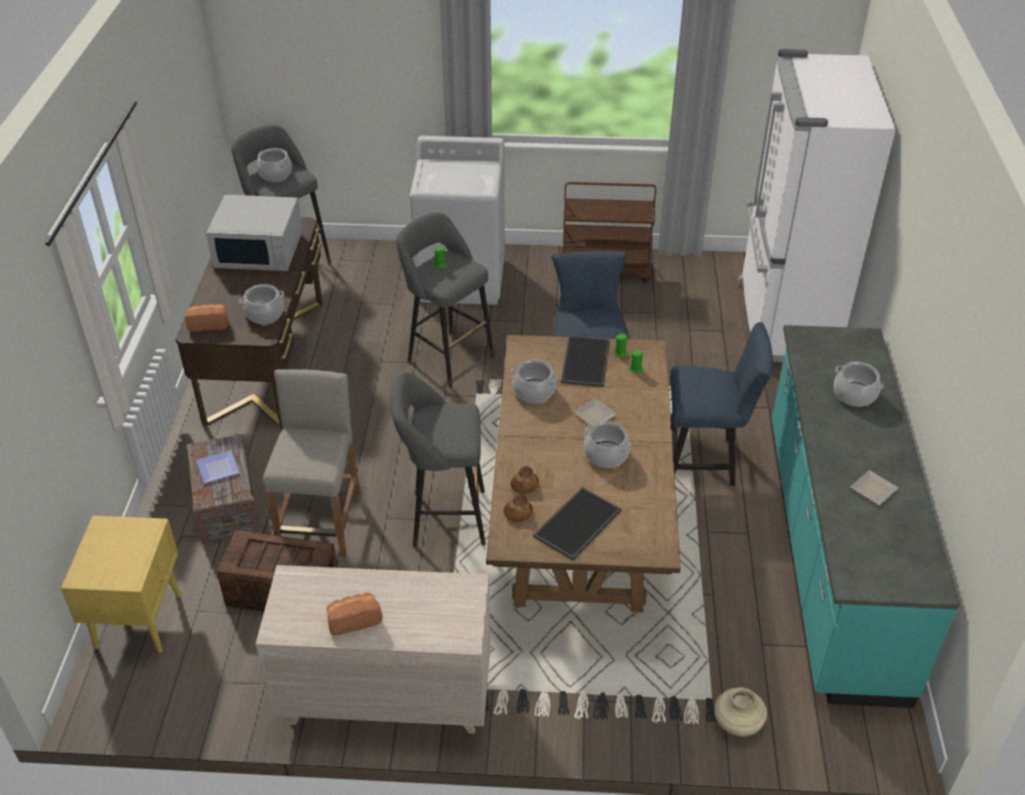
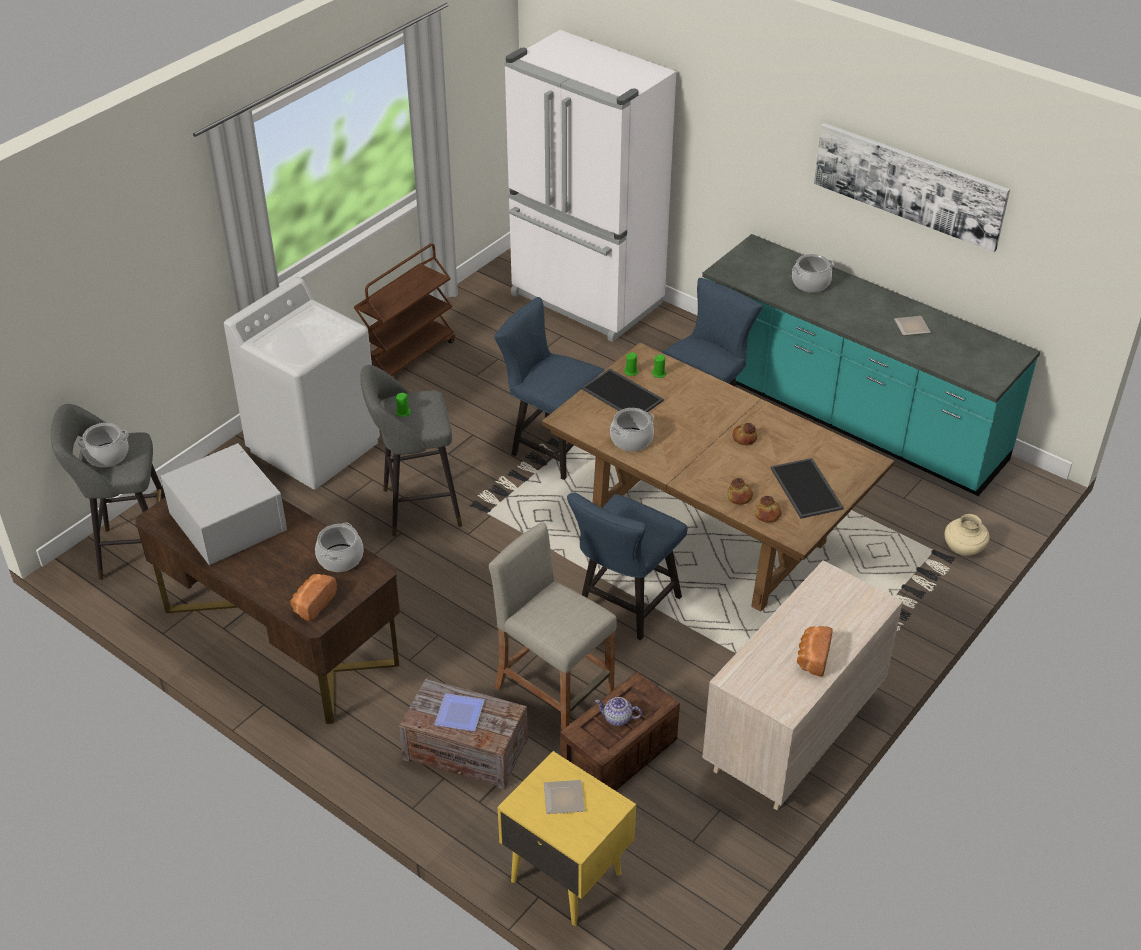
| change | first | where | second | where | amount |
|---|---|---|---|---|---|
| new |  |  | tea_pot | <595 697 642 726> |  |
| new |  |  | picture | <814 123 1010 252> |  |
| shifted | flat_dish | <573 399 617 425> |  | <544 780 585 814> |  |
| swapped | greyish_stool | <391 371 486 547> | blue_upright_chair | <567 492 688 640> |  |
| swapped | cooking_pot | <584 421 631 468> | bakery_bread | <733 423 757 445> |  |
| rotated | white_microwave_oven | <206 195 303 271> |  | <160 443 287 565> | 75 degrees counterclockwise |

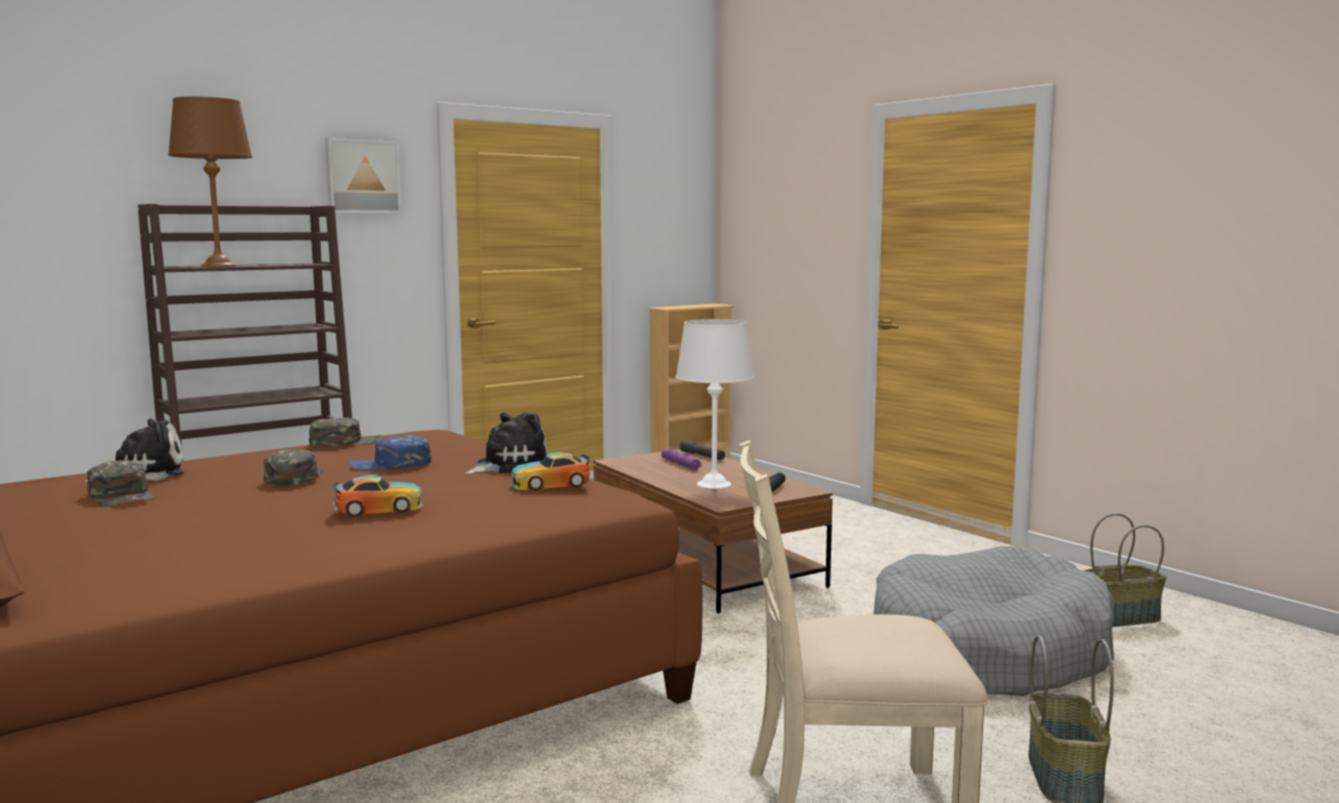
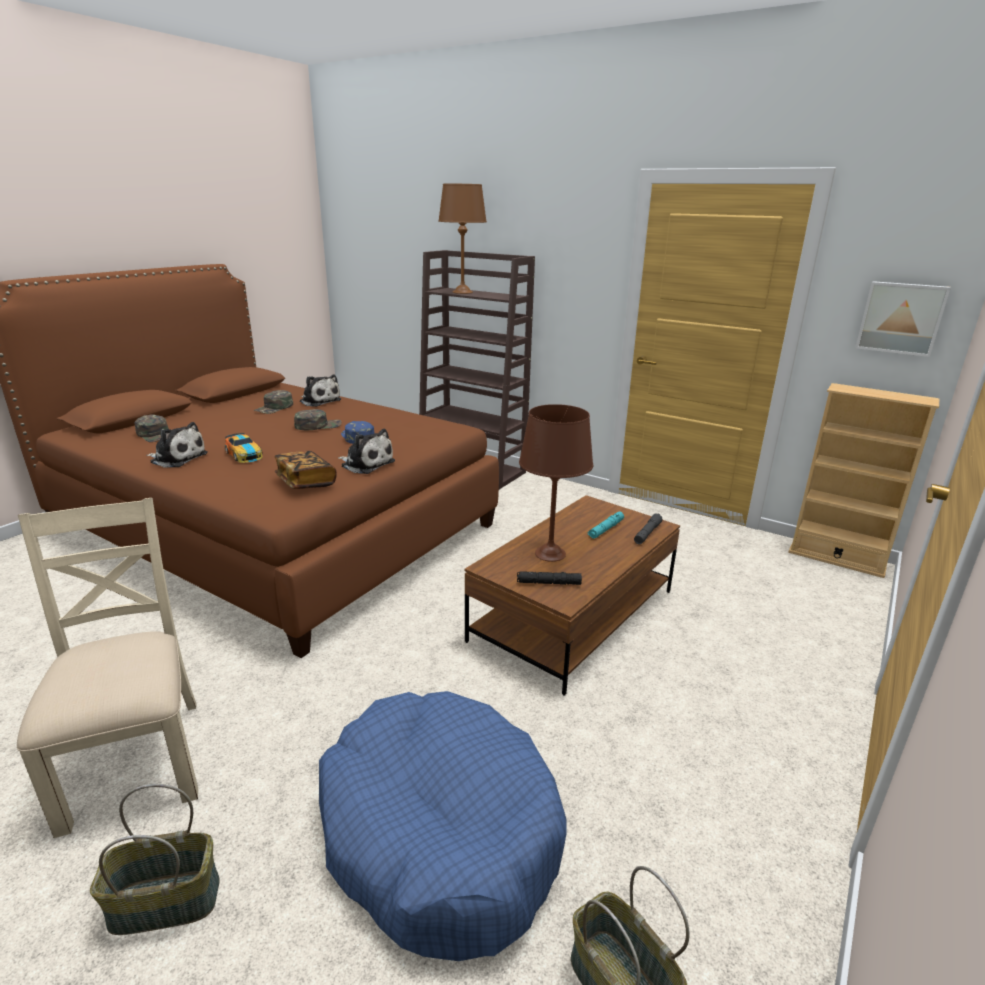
| change | first | where | second | where | amount |
|---|---|---|---|---|---|
| new |  |  | soft_toy | <146 422 208 468> |  |
| shifted | green_baseball_cap | <309 417 383 447> |  | <134 414 169 442> |  |
| shifted | picture | <325 138 402 214> |  | <855 281 951 357> |  |
| swapped | miniature_car | <512 452 591 490> | bound_book | <275 451 336 489> |  |
| repainted | purple-coloured_hand_torch | <661 449 702 470> | turquoise-coloured_hand_torch | <588 512 624 539> |  |
| repainted | white_lamp_for_a_table | <676 319 754 489> | brownish_lamp_for_a_table | <519 404 593 562> |  |
| repainted | greyish_pet_bed | <874 546 1115 696> | blue_pet_bed | <319 691 567 961> |  |

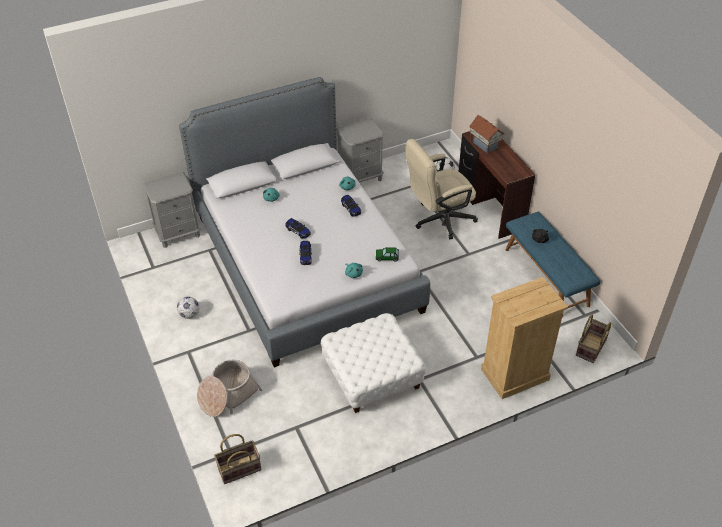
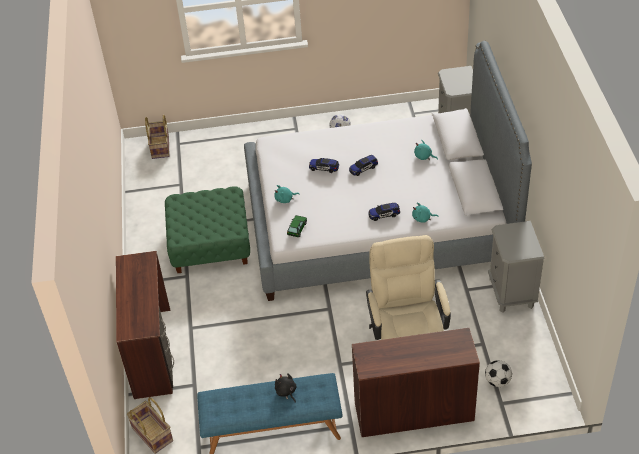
| change | first | where | second | where | amount |
|---|---|---|---|---|---|
| gone | household_basket | <197 360 263 417> |  |  |  |
| gone | model_house | <469 115 504 154> |  |  |  |
| swapped | beige_dresser | <481 277 568 399> | brownish_desk_table | <116 251 174 399> |  |
| repainted | white_footrest | <321 313 426 413> | green_footrest | <165 186 250 273> |  |

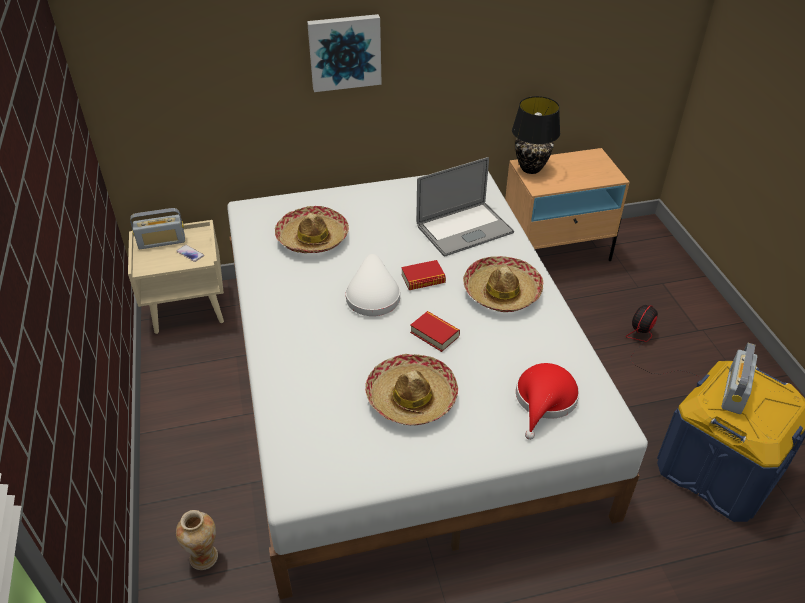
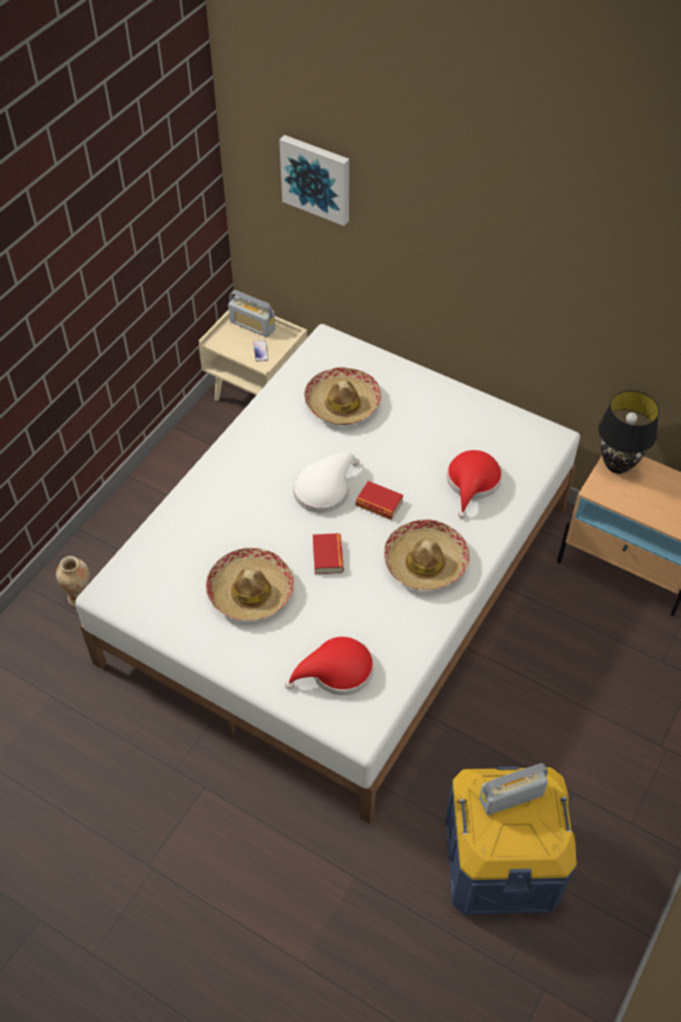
| change | first | where | second | where | amount |
|---|---|---|---|---|---|
| gone | fan | <626 305 699 377> |  |  |  |
| shifted | picture | <307 14 382 92> |  | <279 135 349 226> |  |
| swapped | portable_computer | <416 157 514 257> | red_clothing_hat | <447 450 502 519> |  |

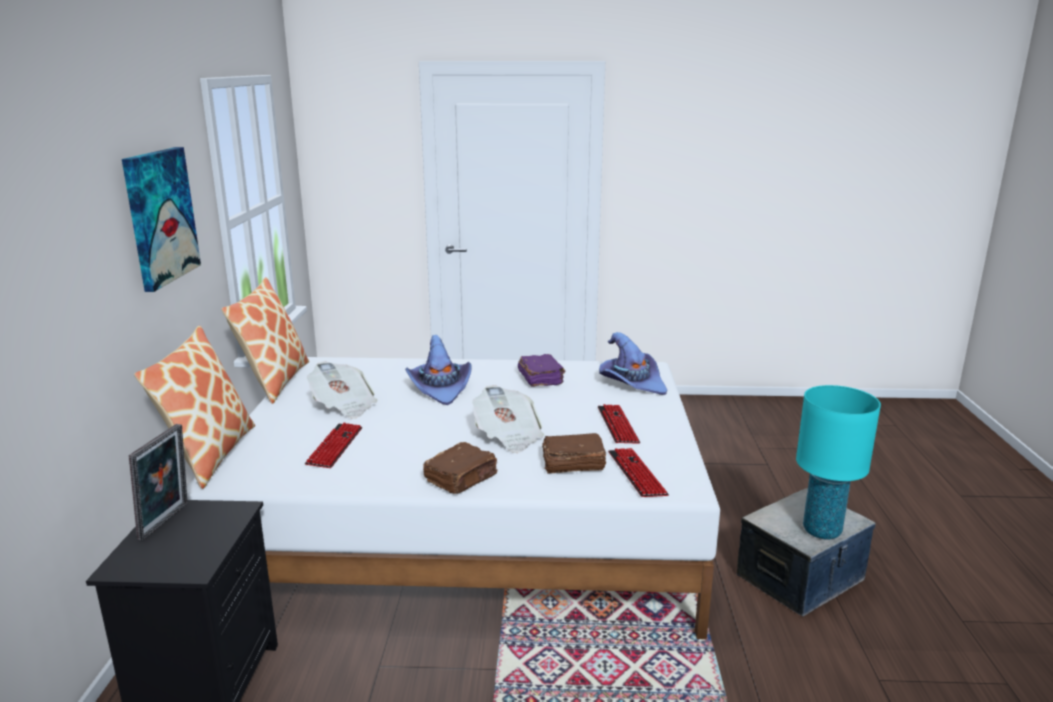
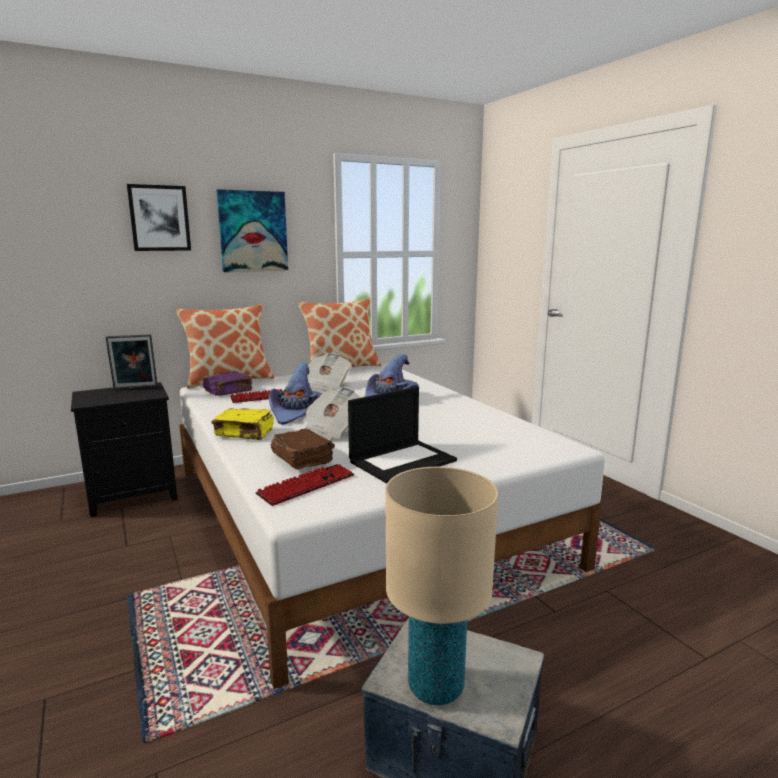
| change | first | where | second | where | amount |
|---|---|---|---|---|---|
| new |  |  | picture | <127 184 191 251> |  |
| shifted | purple-coloured_bound_book | <518 354 565 387> |  | <202 371 252 396> |  |
| shifted | purple-coloured_clothing_hat | <599 332 667 395> |  | <269 363 323 425> |  |
| swapped | computer_keyboard | <598 404 640 444> | portable_computer | <348 387 457 483> |  |
| repainted | brownish_bound_book | <423 442 498 494> | yellowish_bound_book | <212 408 274 440> |  |
| repainted | turquoise-coloured_lamp_for_a_table | <796 385 881 540> | beige_lamp_for_a_table | <385 467 498 706> |  |

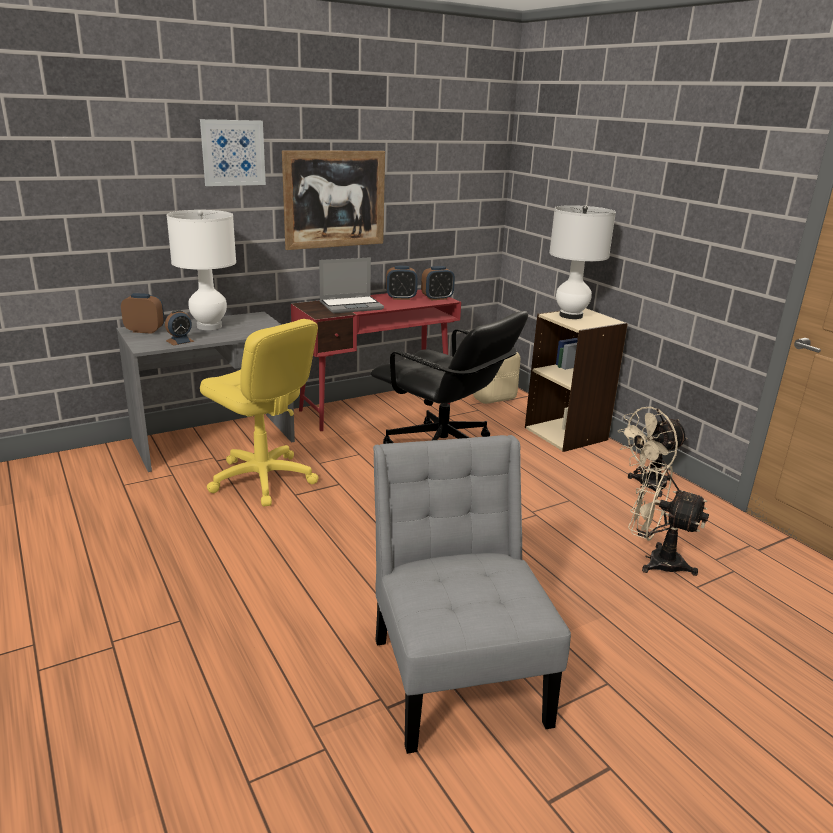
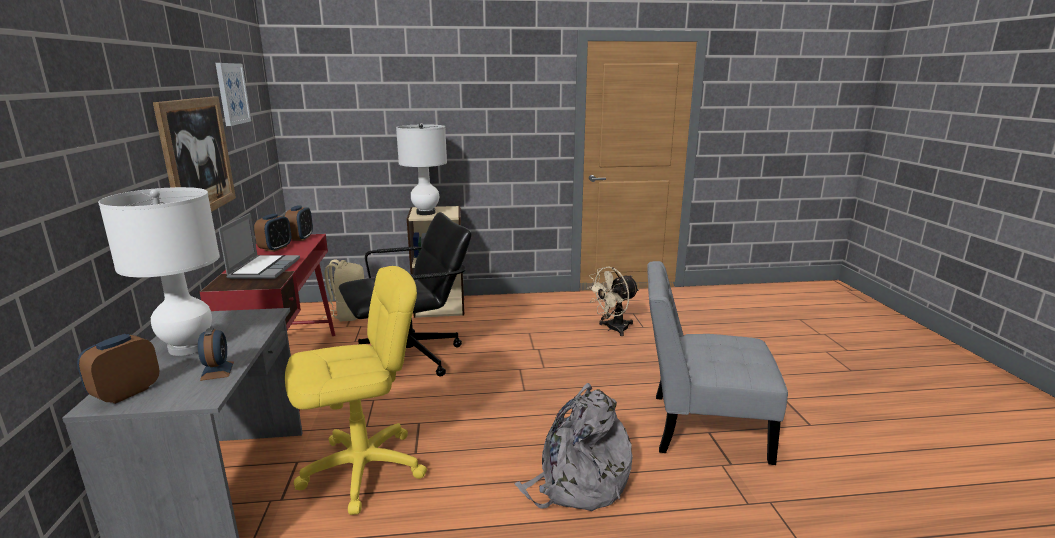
| change | first | where | second | where | amount |
|---|---|---|---|---|---|
| gone | beige_fan | <617 407 688 497> |  |  |  |
| new |  |  | greyish_rucksack | <514 383 633 511> |  |
| shifted | picture | <200 119 266 186> |  | <215 63 251 126> |  |

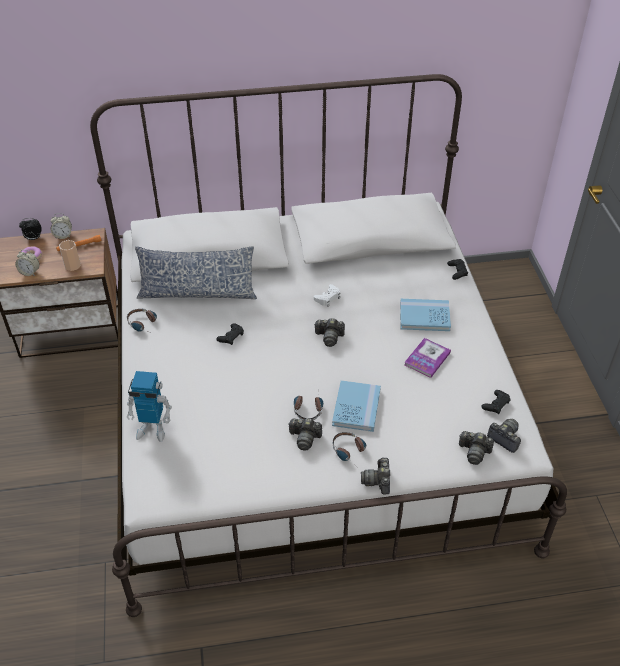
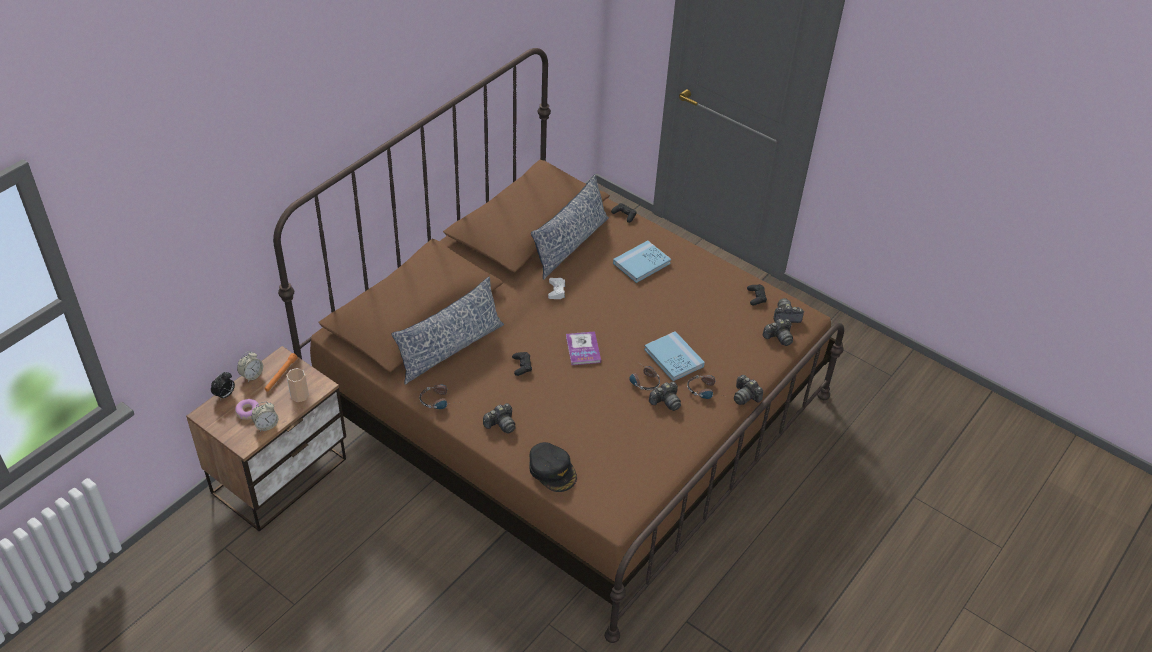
| change | first | where | second | where | amount |
|---|---|---|---|---|---|
| new |  |  | cushion | <531 174 609 280> |  |
| shifted | photo_camera | <314 318 345 347> |  | <483 403 516 434> |  |
| shifted | bound_book | <404 338 451 378> |  | <566 331 601 365> |  |
| swapped | model_robot | <126 371 172 442> | black_baseball_cap | <529 442 577 492> |  |
| repainted | white_bed | <90 74 567 617> | brownish_bed | <273 48 844 643> |  |

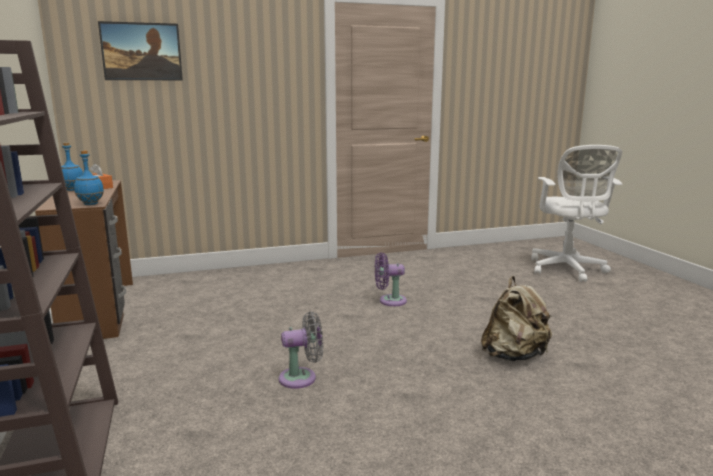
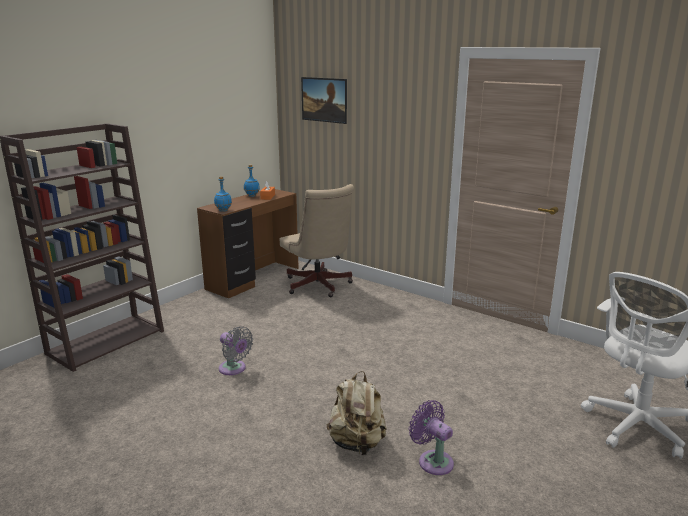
| change | first | where | second | where | amount |
|---|---|---|---|---|---|
| new |  |  | beige_computer_chair | <280 184 354 297> |  |
| shifted | purple-coloured_fan | <375 252 407 306> |  | <409 400 454 475> |  |

